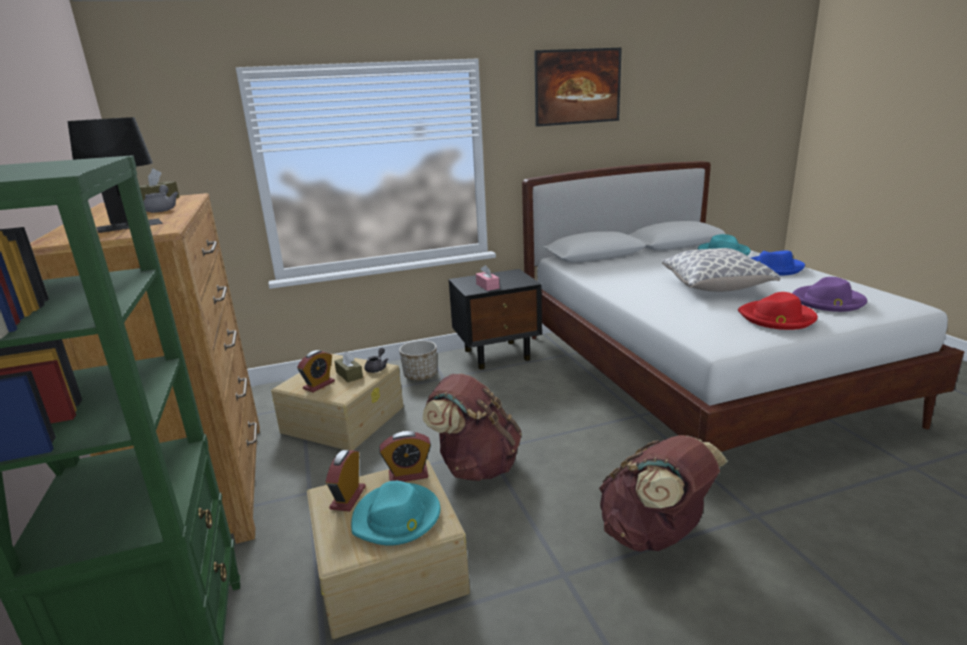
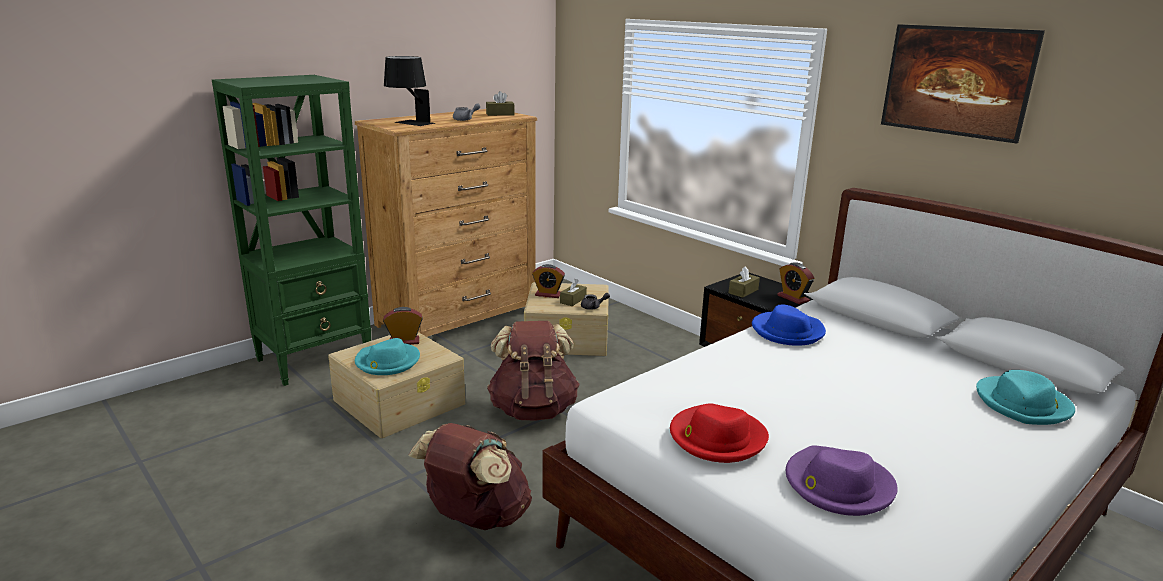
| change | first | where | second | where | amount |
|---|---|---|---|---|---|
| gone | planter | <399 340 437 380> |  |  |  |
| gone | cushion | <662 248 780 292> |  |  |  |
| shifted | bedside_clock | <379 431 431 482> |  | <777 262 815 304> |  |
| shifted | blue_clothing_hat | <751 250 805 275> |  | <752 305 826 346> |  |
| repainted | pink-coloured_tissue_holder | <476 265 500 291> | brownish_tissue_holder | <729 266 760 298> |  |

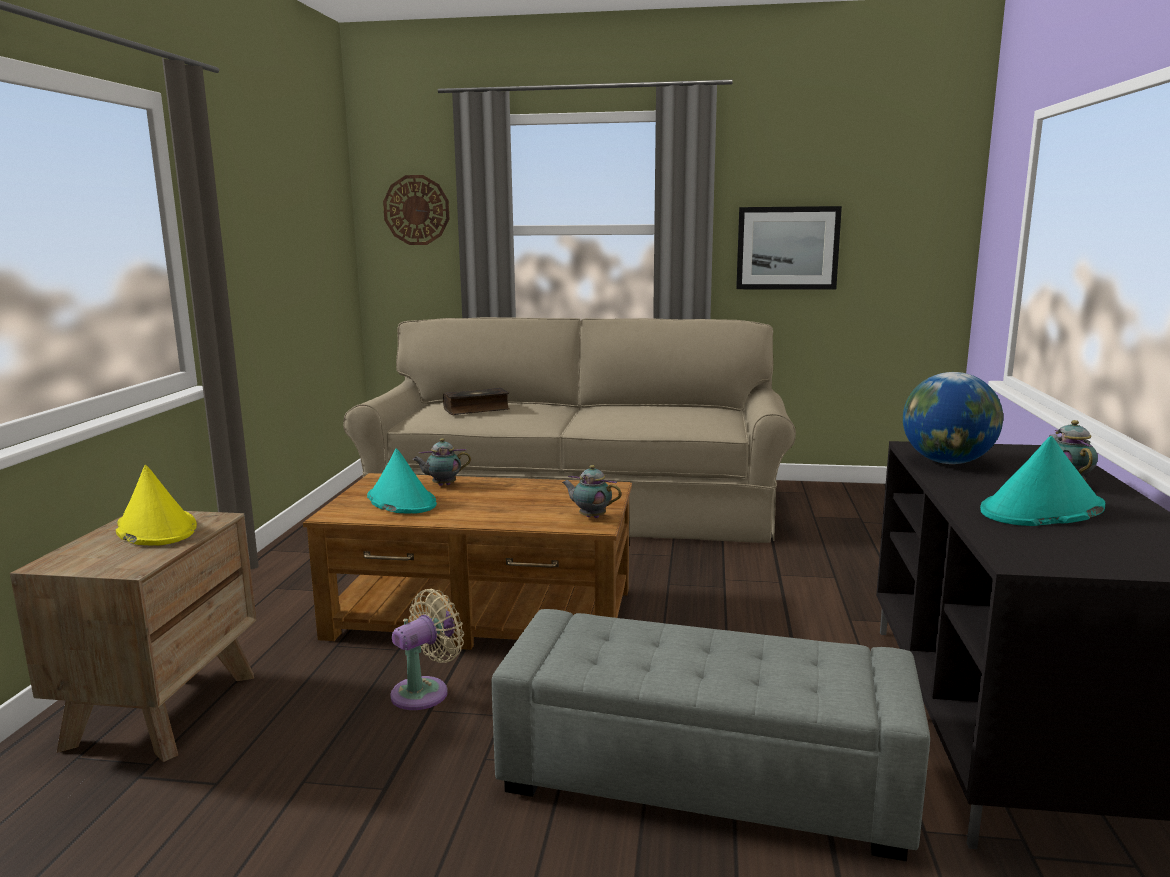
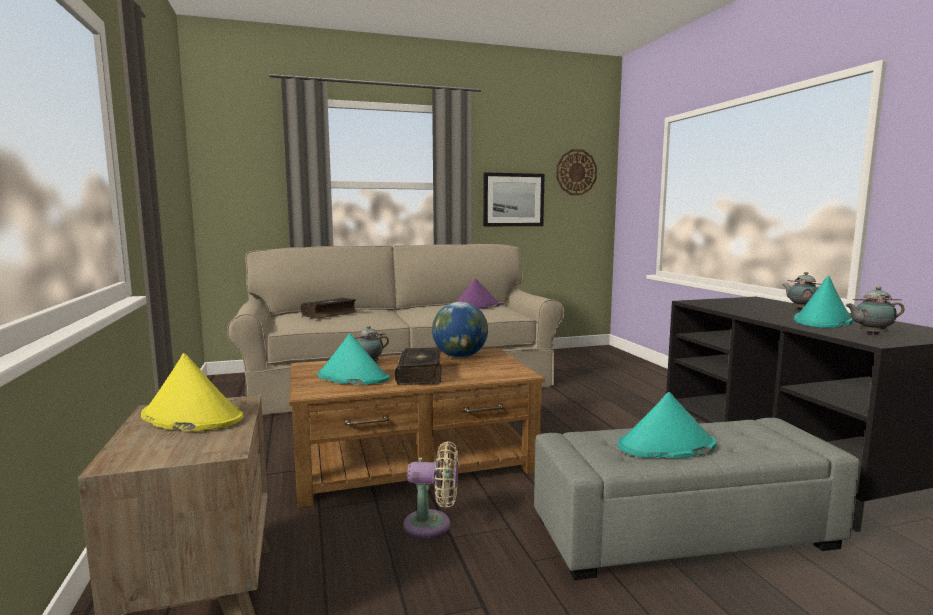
| change | first | where | second | where | amount |
|---|---|---|---|---|---|
| new |  |  | bound_book | <394 347 441 385> |  |
| new |  |  | purple-coloured_clothing_hat | <456 278 500 309> |  |
| new |  |  | turquoise-coloured_clothing_hat | <618 392 717 458> |  |
| shifted | hanging_clock | <383 175 449 245> |  | <556 149 597 195> |  |
| shifted | tea_pot | <562 465 621 518> |  | <845 286 905 335> |  |
| shifted | desk_globe | <903 372 1003 464> |  | <432 302 488 358> |  |
| rotated | beige_fan | <390 589 464 710> |  | <403 441 458 538> | 75 degrees clockwise |

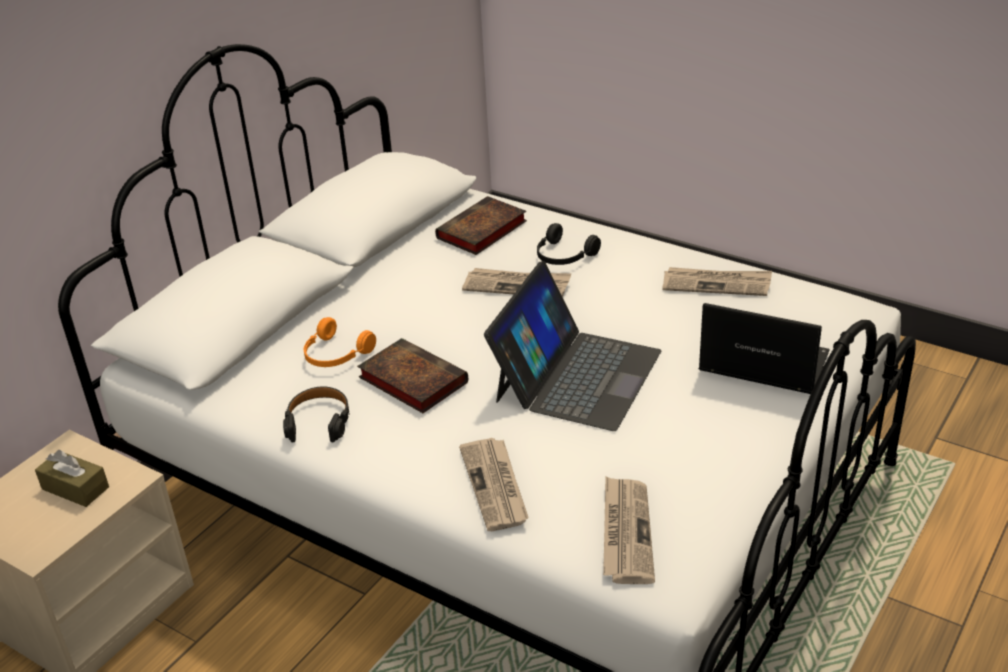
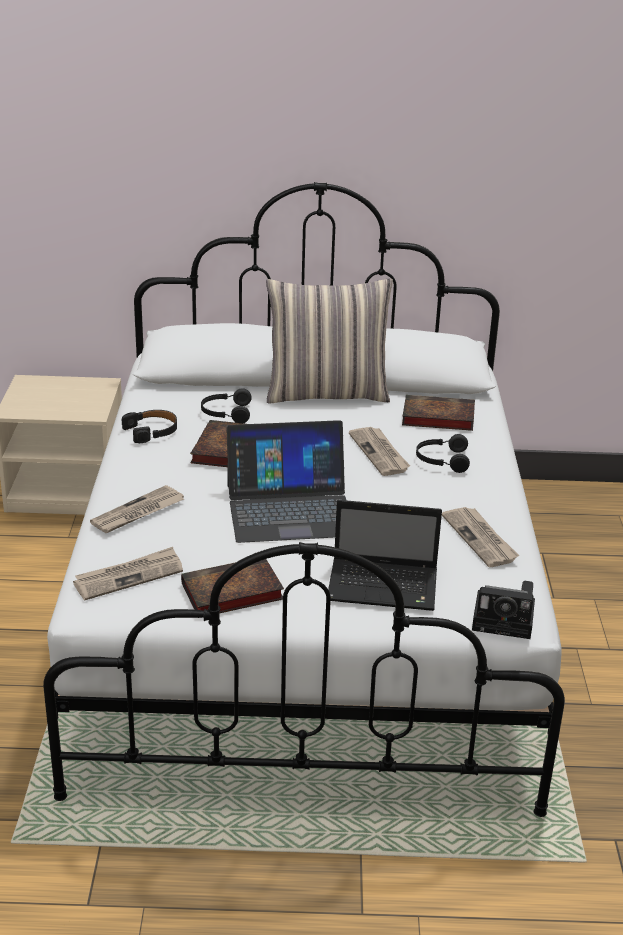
| change | first | where | second | where | amount |
|---|---|---|---|---|---|
| gone | brownish_tissue_holder | <35 450 109 507> |  |  |  |
| new |  |  | bound_book | <181 559 284 613> |  |
| new |  |  | cushion | <266 278 393 404> |  |
| new |  |  | photo_camera | <472 581 535 639> |  |
| repainted | orange-coloured_headset | <304 317 376 367> | black_headset | <201 388 252 423> |  |
| rotated | portable_computer | <698 303 830 394> |  | <328 500 442 611> | 105 degrees clockwise |

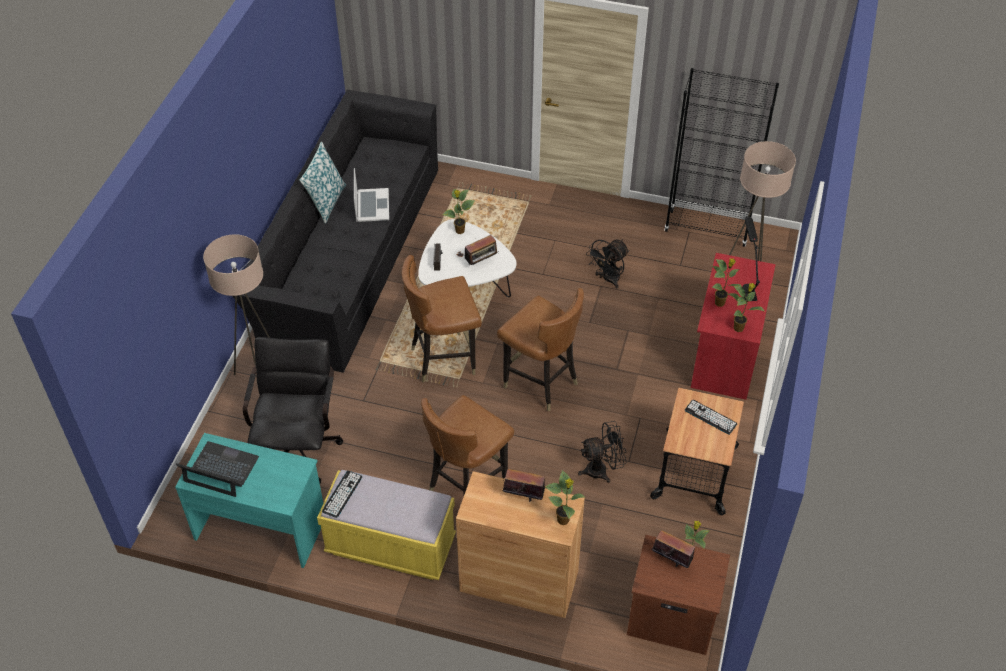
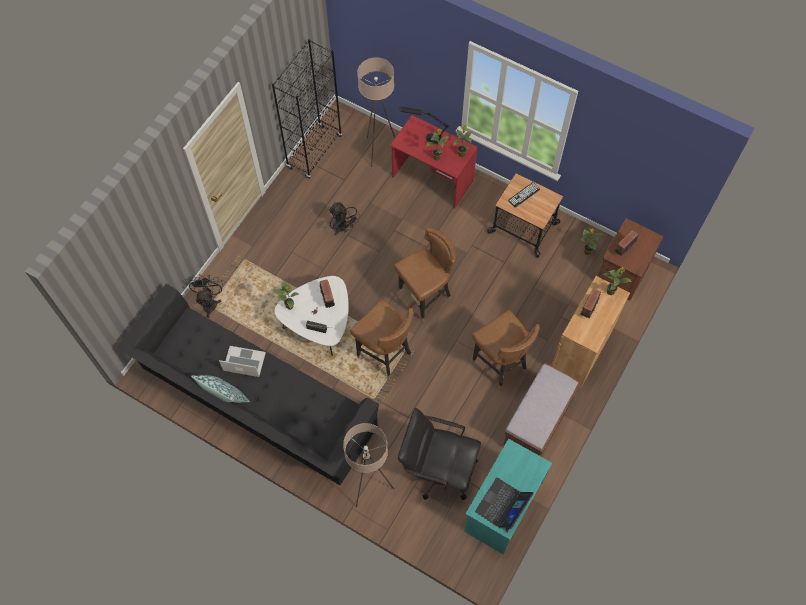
| change | first | where | second | where | amount |
|---|---|---|---|---|---|
| gone | computer_keyboard | <322 471 362 518> |  |  |  |
| shifted | black_fan | <578 421 627 483> |  | <189 274 223 318> |  |
| repainted | yellowish_bench | <317 470 456 580> | brownish_bench | <502 363 581 457> |  |
| rotated | brownish_upright_chair | <402 255 482 382> |  | <350 299 413 379> | 45 degrees counterclockwise |

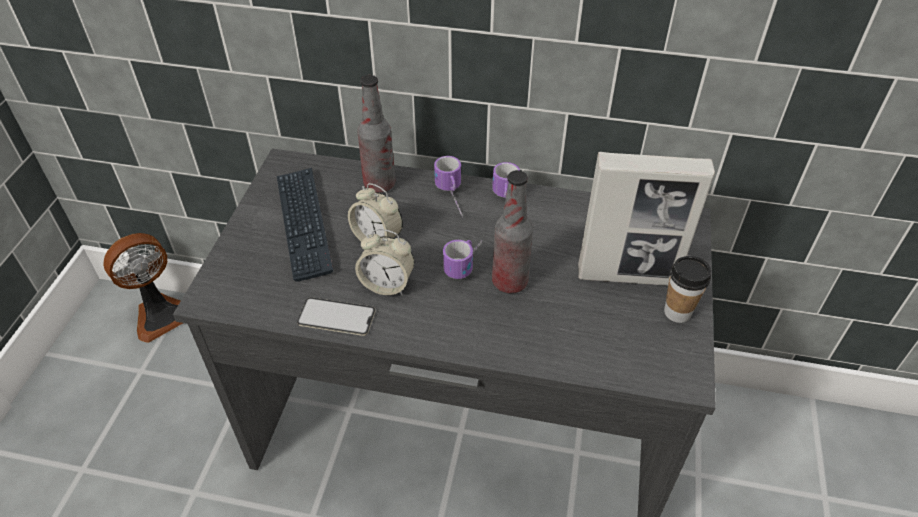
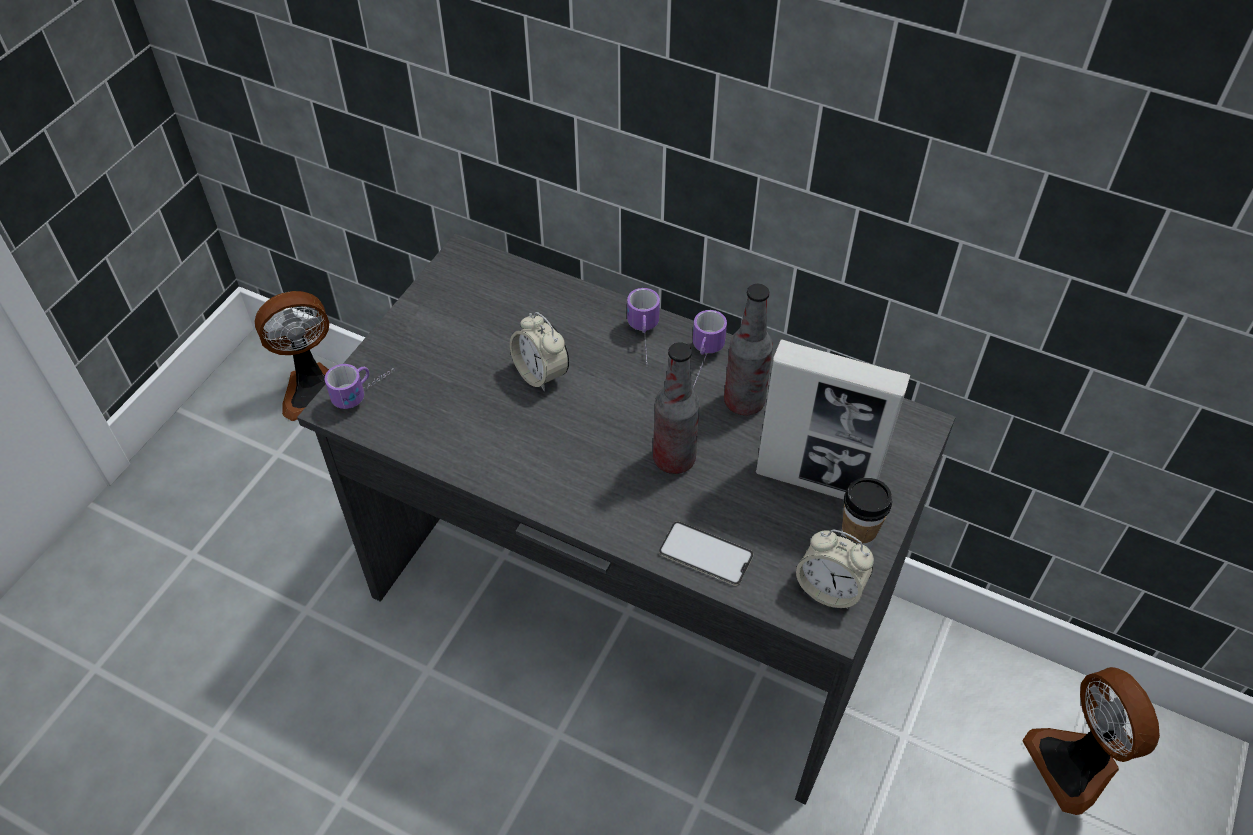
| change | first | where | second | where | amount |
|---|---|---|---|---|---|
| gone | computer_keyboard | <277 168 333 282> |  |  |  |
| new |  |  | fan | <1022 667 1160 815> |  |
| shifted | telephone | <297 297 375 336> |  | <659 521 753 586> |  |
| shifted | bedside_clock | <355 229 414 295> |  | <796 530 874 609> |  |
| shifted | drink_bottle | <357 75 396 193> |  | <724 284 773 415> |  |
| shifted | mug | <443 240 482 279> |  | <325 364 395 409> |  |

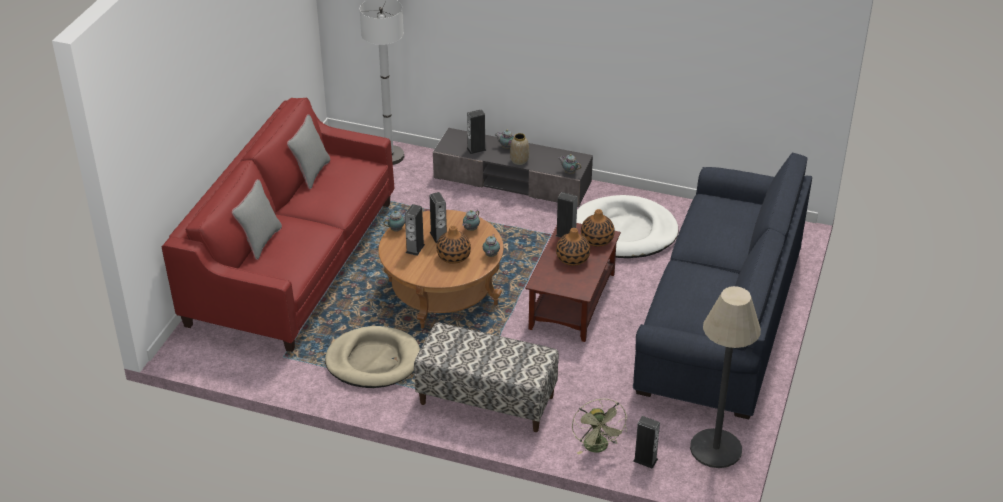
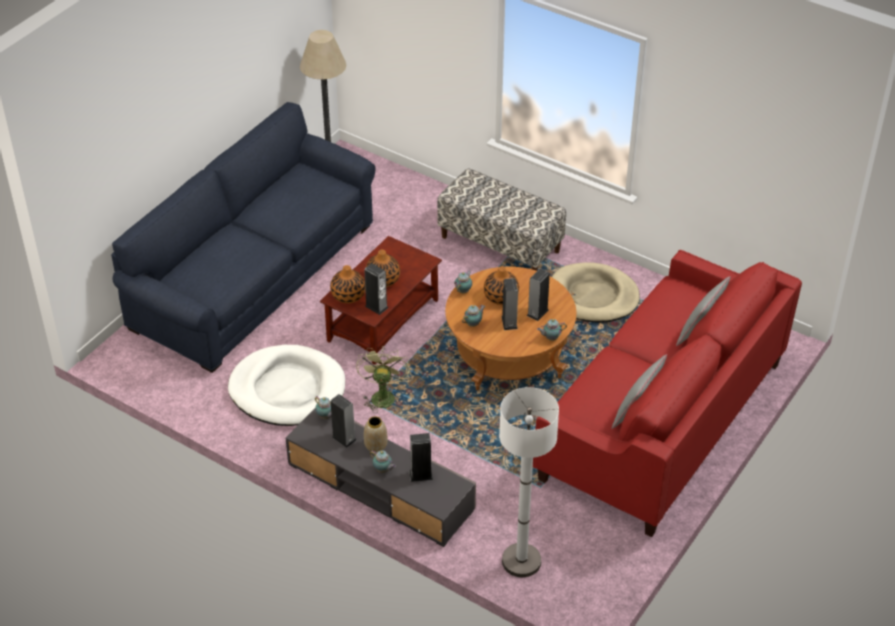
| change | first | where | second | where | amount |
|---|---|---|---|---|---|
| shifted | green_fan | <572 399 628 455> |  | <356 346 410 413> |  |
| shifted | speaker | <633 416 660 469> |  | <331 394 356 448> |  |

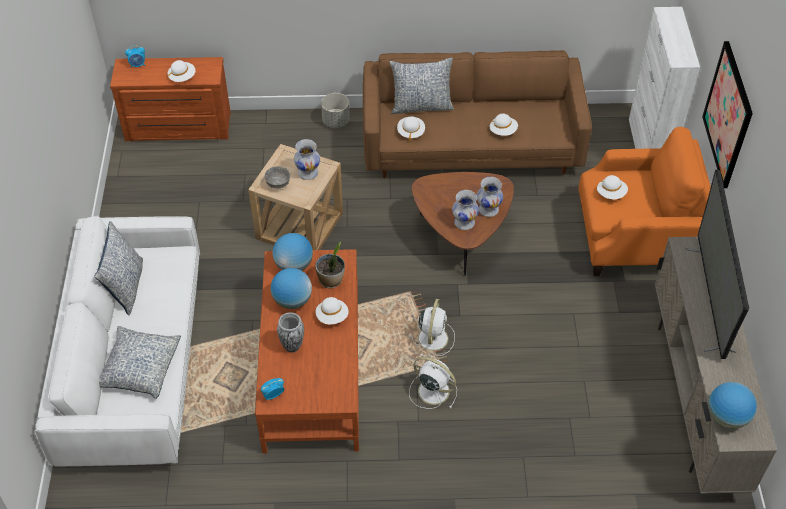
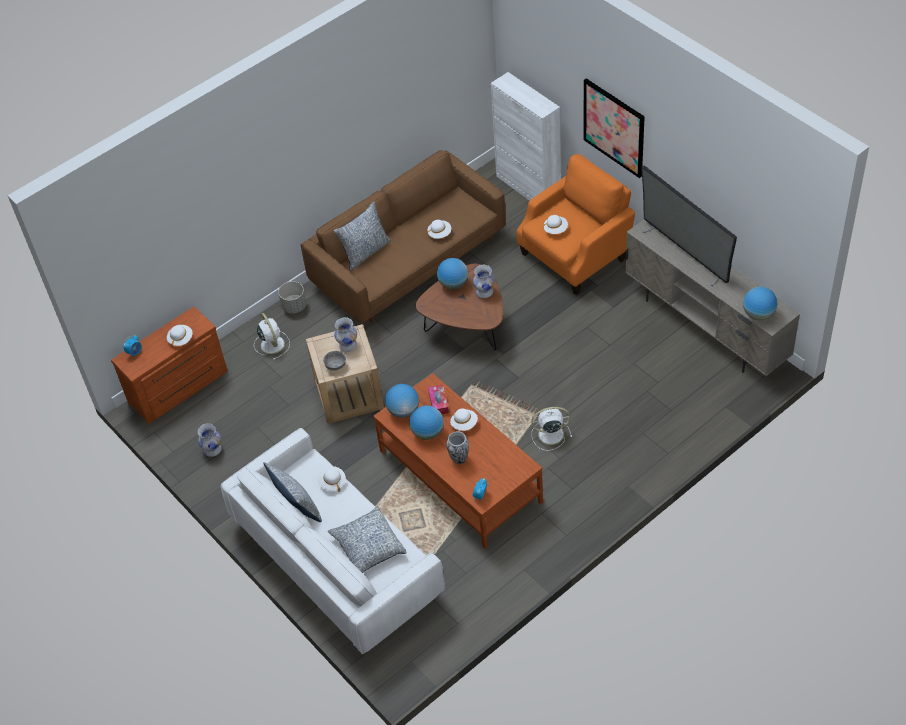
| change | first | where | second | where | amount |
|---|---|---|---|---|---|
| new |  |  | desk_globe | <437 258 468 289> |  |
| shifted | white_clothing_hat | <397 116 425 143> |  | <318 466 346 492> |  |
| shifted | white_fan | <412 299 455 357> |  | <254 313 290 360> |  |
| shifted | white_flower_vase | <452 190 479 230> |  | <198 423 221 457> |  |
| swapped | potted_plant | <315 242 345 288> | tissue_holder | <428 385 449 414> |  |

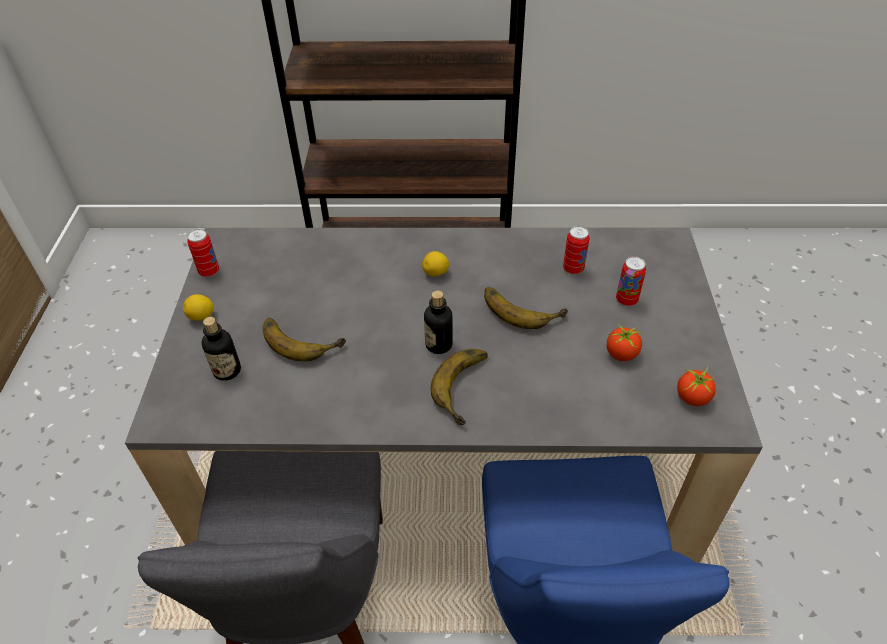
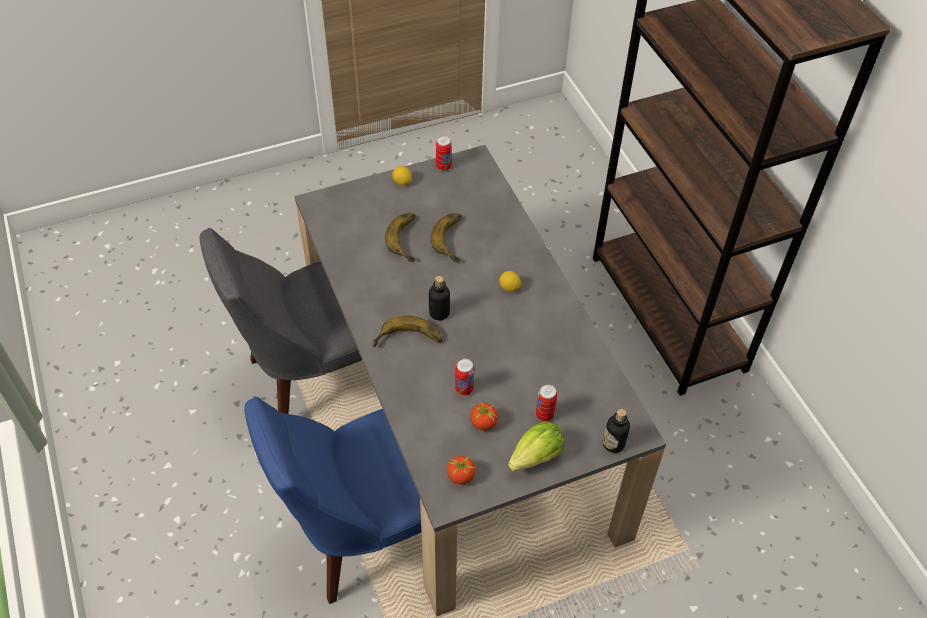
| change | first | where | second | where | amount |
|---|---|---|---|---|---|
| new |  |  | lettuce | <508 421 564 472> |  |
| shifted | drink_bottle | <202 317 241 381> |  | <603 409 630 453> |  |
| shifted | banana_fruit | <484 287 568 329> |  | <430 213 462 262> |  |
| shifted | can | <563 226 590 275> |  | <455 359 474 396> |  |

